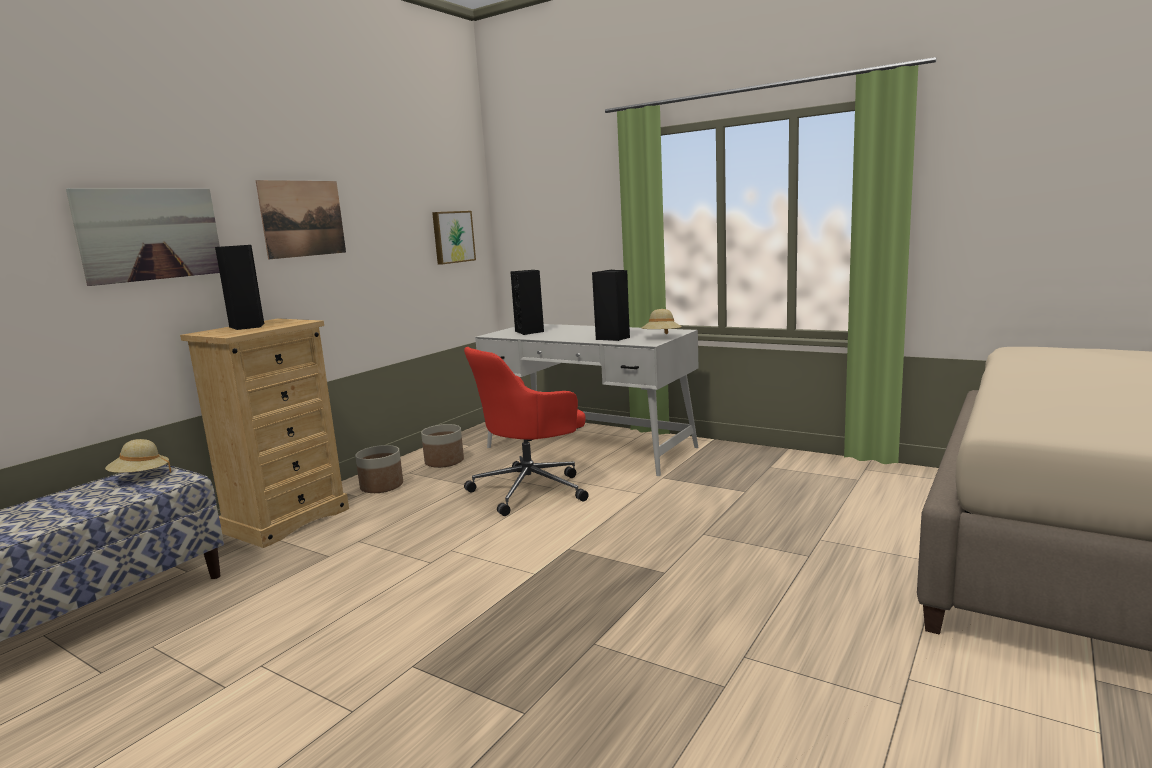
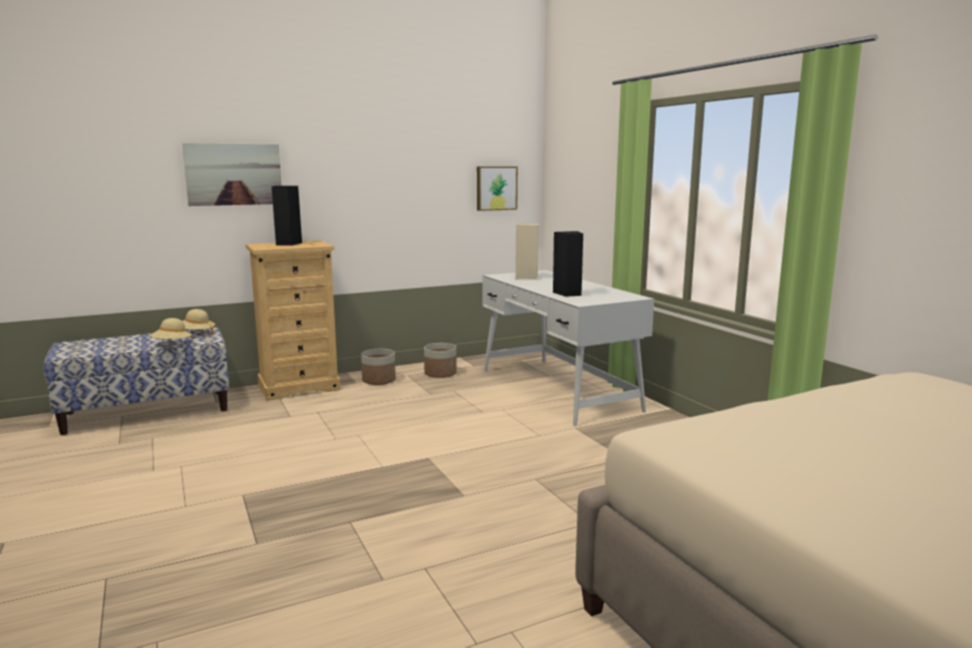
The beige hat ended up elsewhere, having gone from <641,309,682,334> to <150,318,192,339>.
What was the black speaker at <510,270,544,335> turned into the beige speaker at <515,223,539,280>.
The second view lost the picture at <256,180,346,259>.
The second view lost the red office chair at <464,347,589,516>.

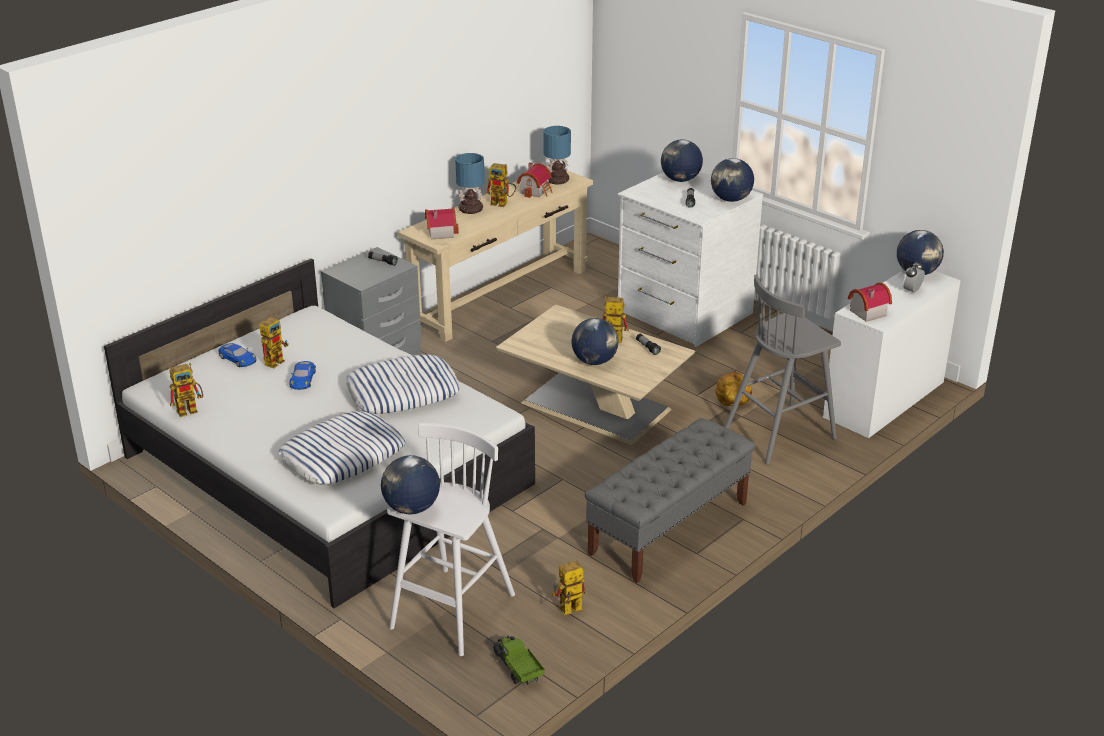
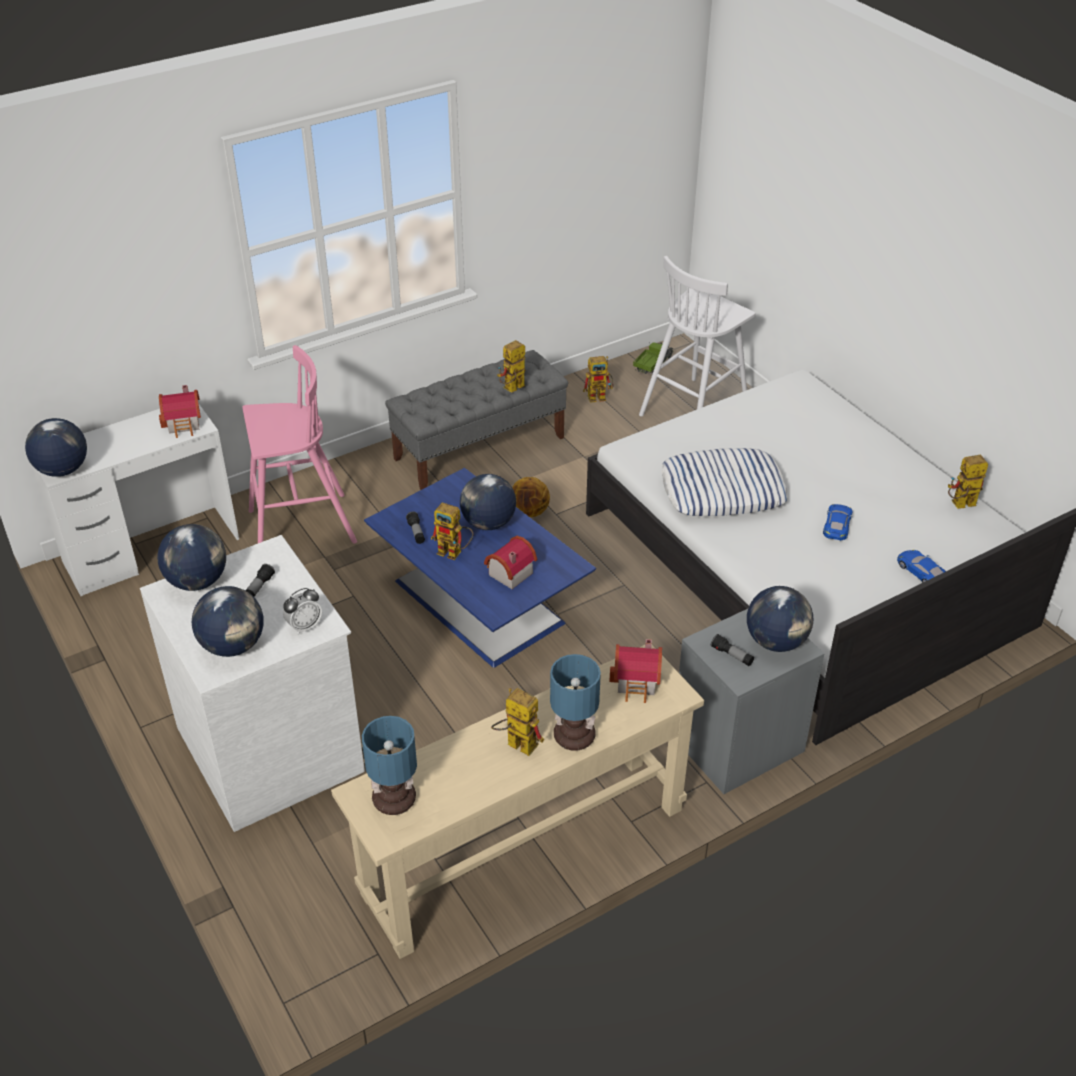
What was the grey stool at <724,274,841,464> turned into the pink stool at <242,345,357,544>.
The alarm clock ended up elsewhere, having gone from <903,260,925,293> to <283,588,322,634>.
What was the beige coffee table at <496,305,696,445> turned into the blue coffee table at <364,468,596,668>.
The toy house ended up elsewhere, having gone from <517,162,552,198> to <484,536,537,589>.
The toy robot ended up elsewhere, having gone from <259,315,289,368> to <497,340,525,393>.
The basketball ended up elsewhere, having gone from <715,372,752,406> to <512,477,550,517>.
The toy truck at <493,636,545,686> ended up facing another way, 135 degrees counterclockwise from before.
The globe ended up elsewhere, having gone from <381,455,440,514> to <747,586,813,652>.
The second view lost the pillow at <279,411,405,485>.

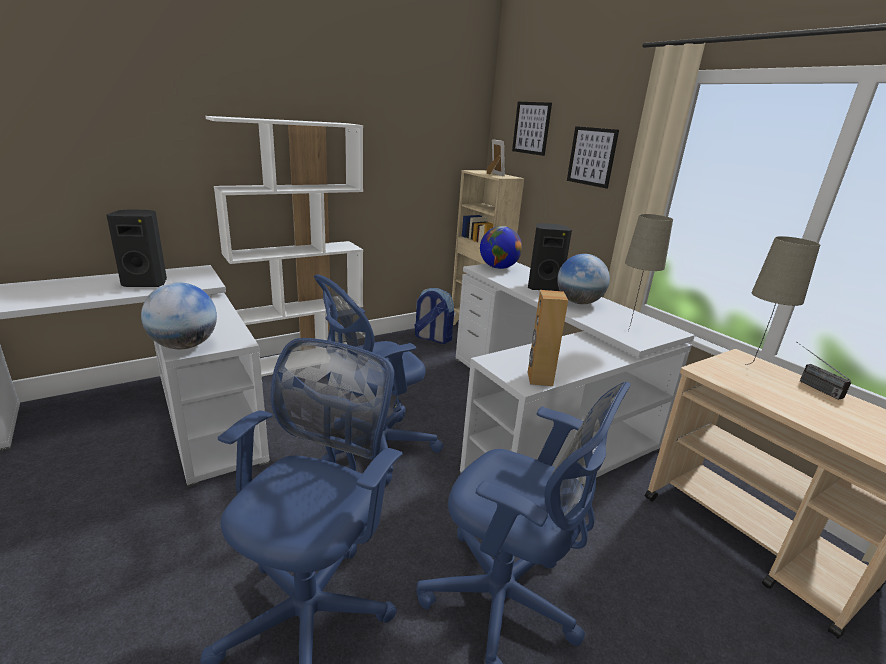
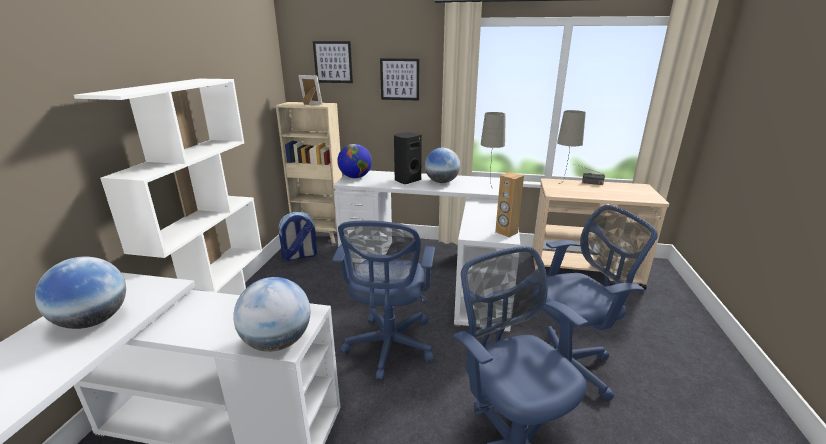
Where the black speaker stood at <106,209,167,287>, the globe came to stand at <35,257,126,329>.

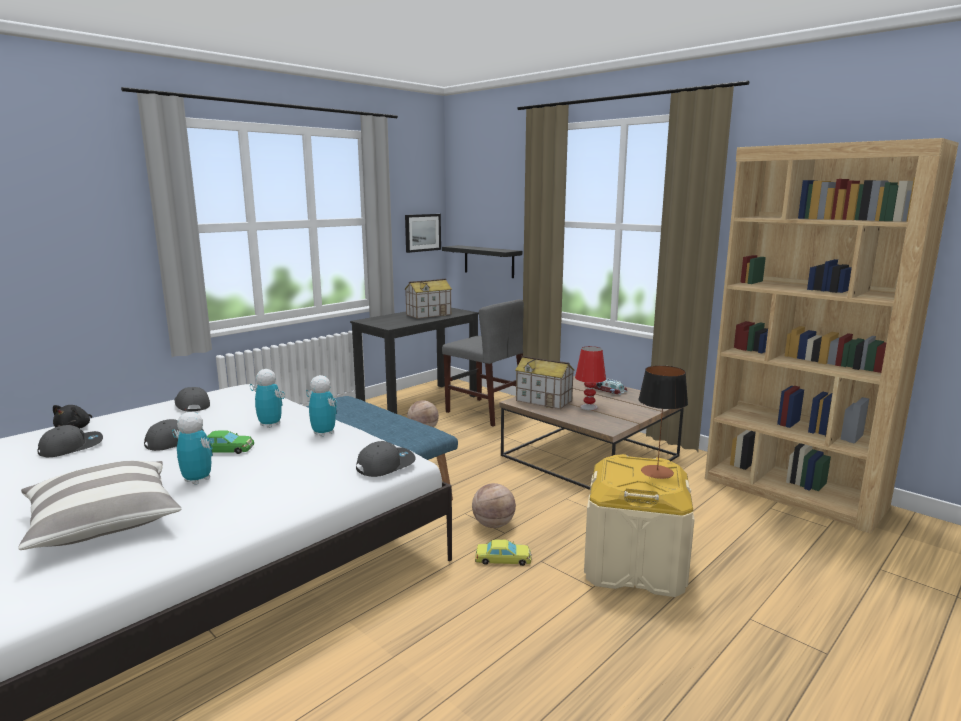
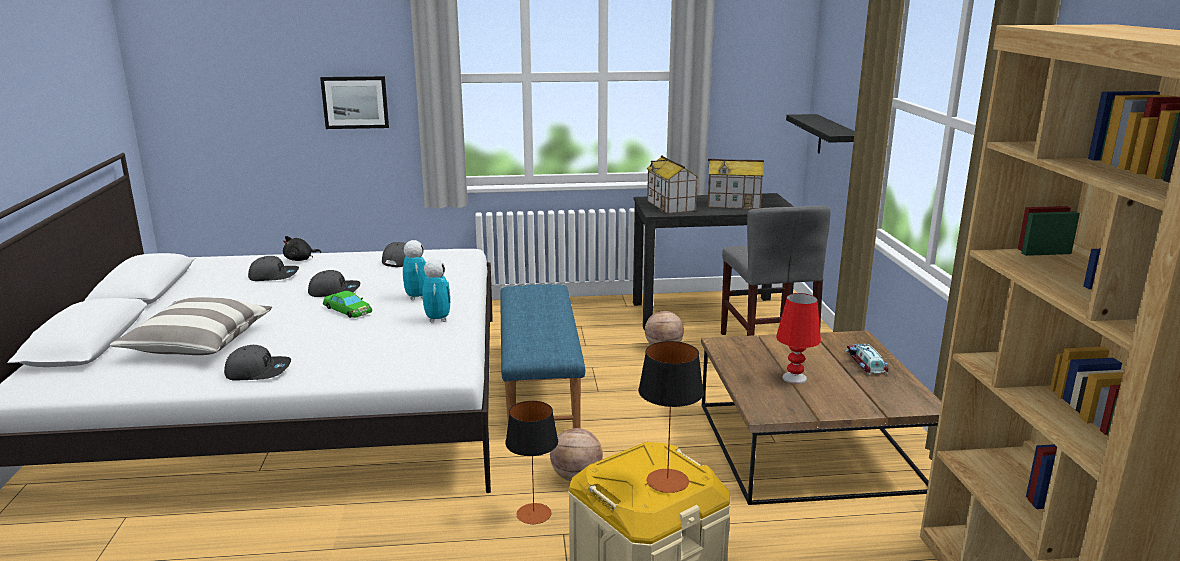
The grey cap ended up elsewhere, having gone from <356,441,416,477> to <224,345,291,381>.
The picture ended up elsewhere, having gone from <405,214,441,253> to <320,76,389,129>.
Where the yellow toy car stood at <475,539,532,566>, the table lamp came to stand at <505,401,558,525>.
The toy house ended up elsewhere, having gone from <515,356,574,409> to <647,155,699,214>.
The second view lost the toy robot at <172,412,213,485>.

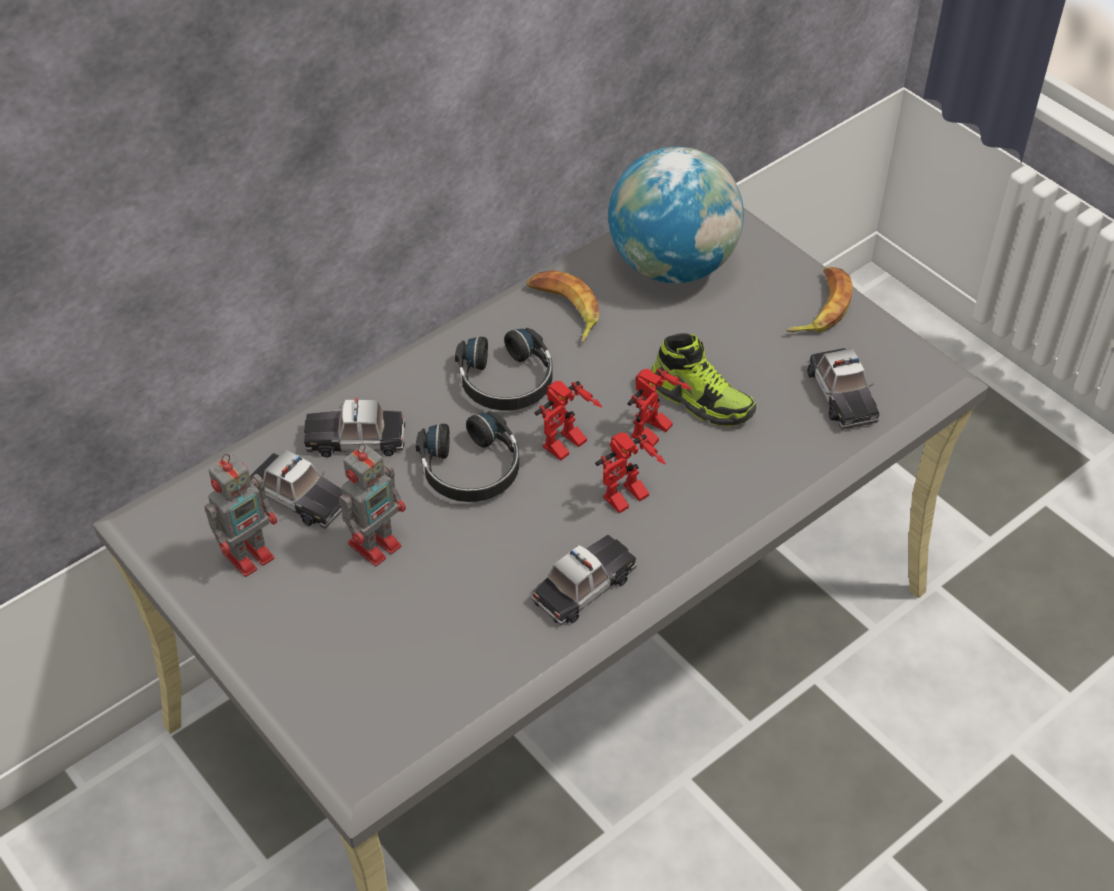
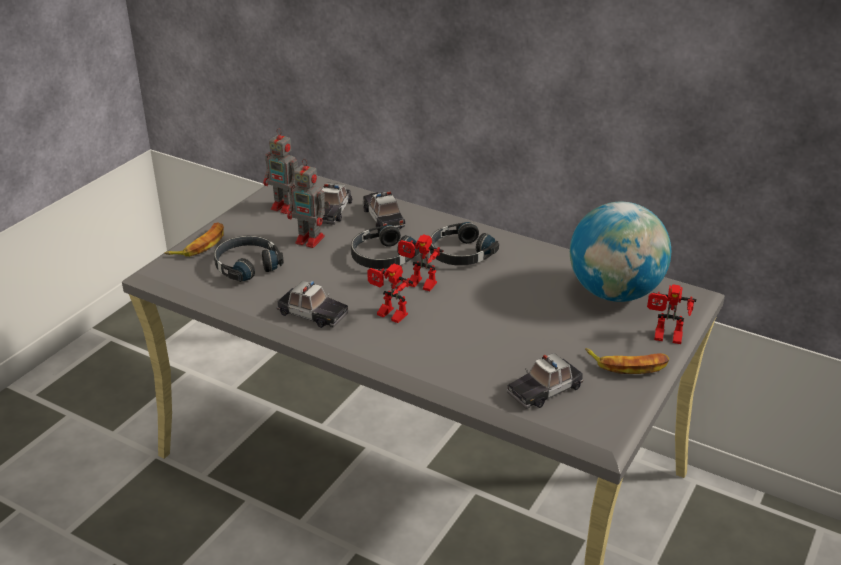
The banana ended up elsewhere, having gone from <526,270,599,343> to <165,223,224,257>.
The second view gained the black headphones at <214,236,284,282>.
The toy robot ended up elsewhere, having gone from <628,367,692,447> to <647,284,696,344>.
The second view lost the shoe at <651,333,756,427>.

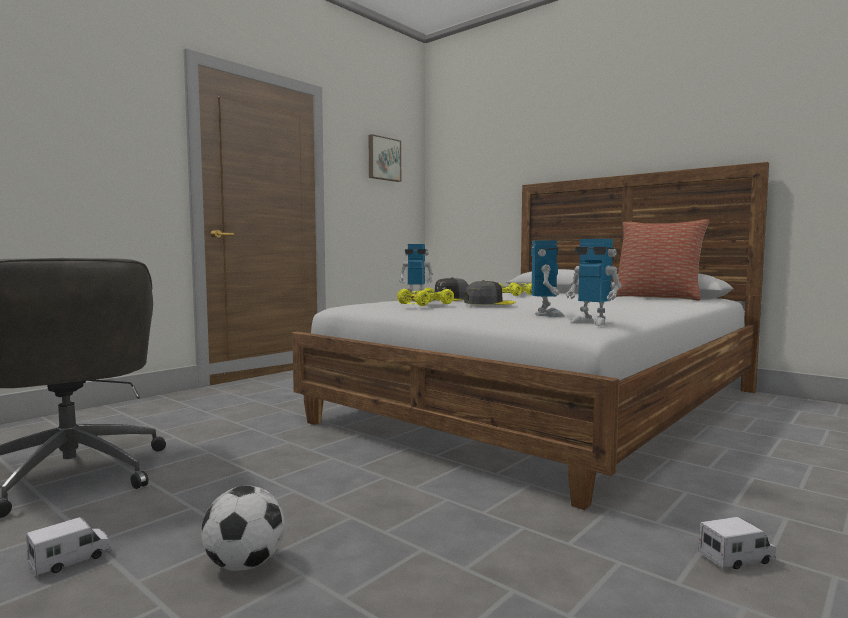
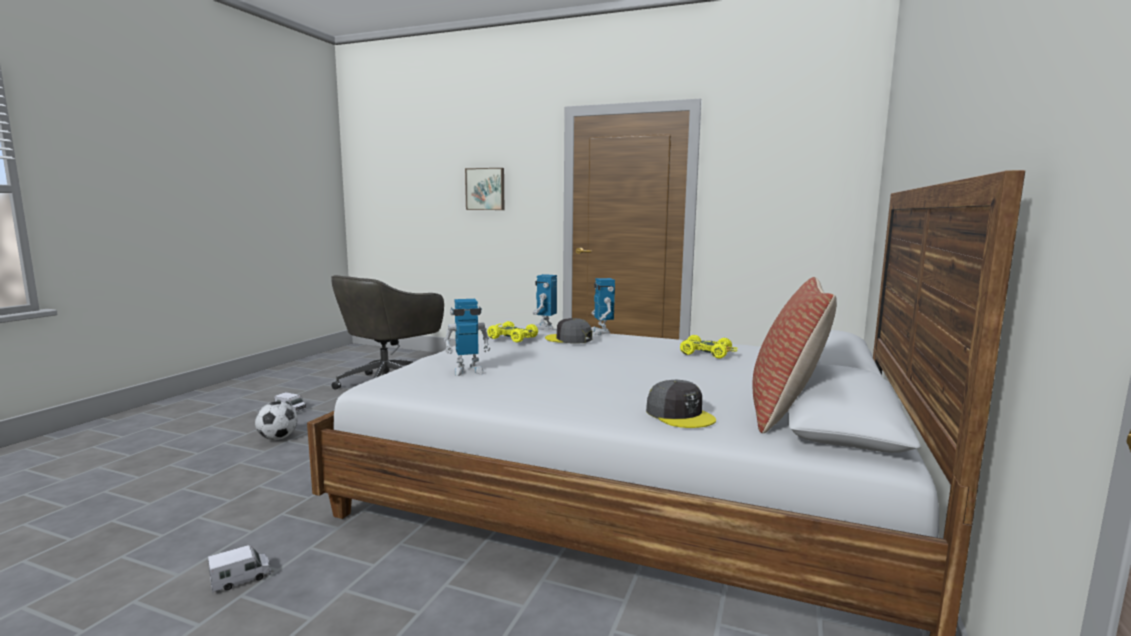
The toy truck at <698,517,776,570> ended up facing another way, 90 degrees counterclockwise from before.
The picture ended up elsewhere, having gone from <368,134,401,182> to <465,168,504,210>.
The toy robot ended up elsewhere, having gone from <566,239,621,326> to <533,274,557,329>.
The grey cap ended up elsewhere, having gone from <464,280,515,305> to <646,380,716,428>.

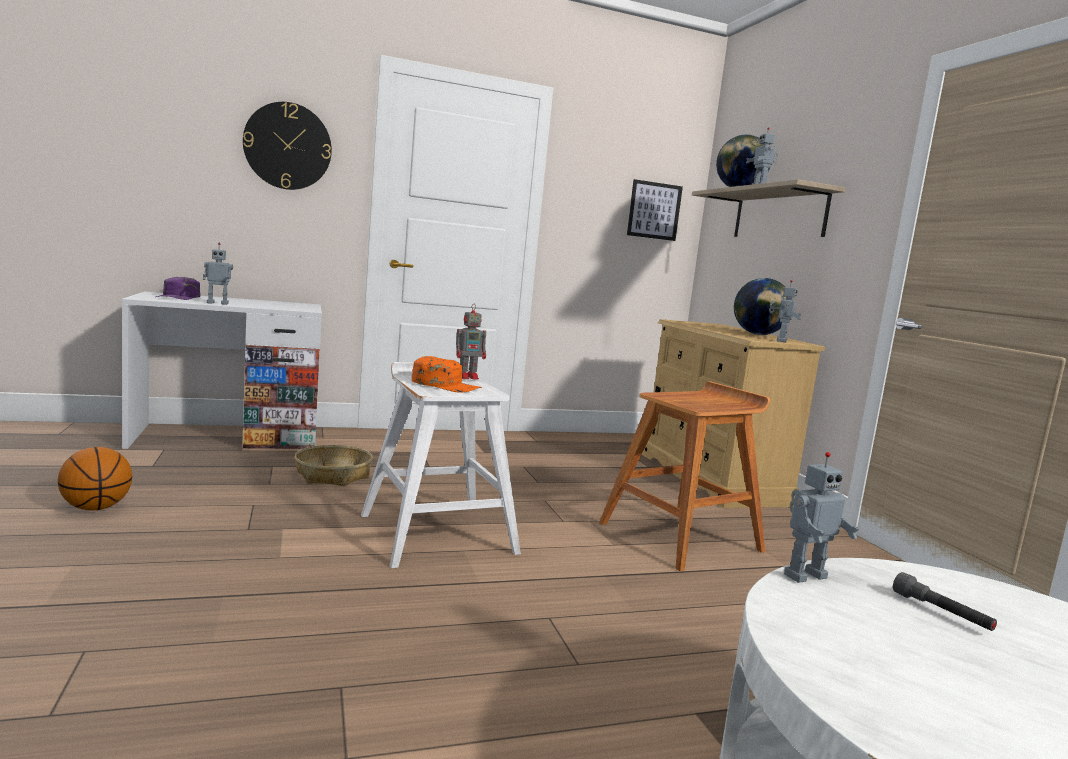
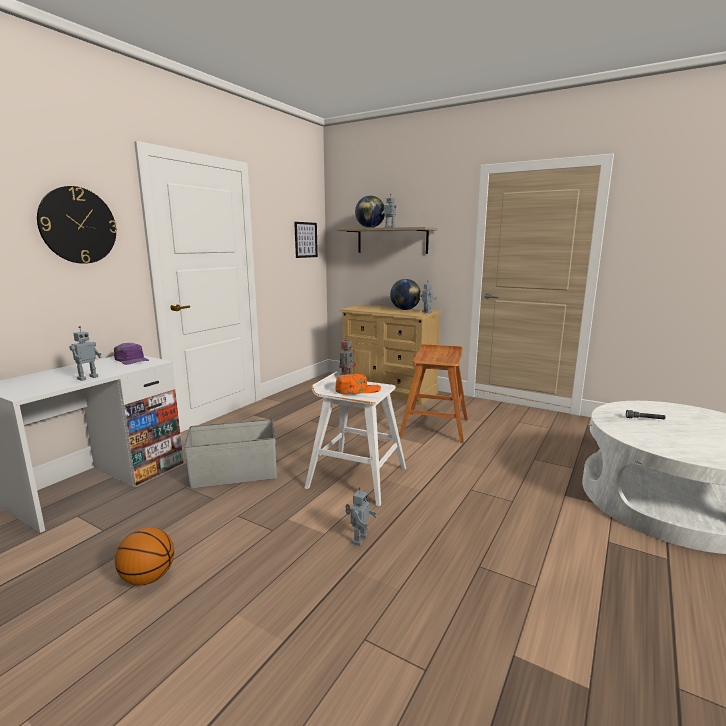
The purple cap ended up elsewhere, having gone from <156,277,200,300> to <114,343,149,365>.
Where the basket stood at <295,445,373,486>, the grey storage box came to stand at <184,419,277,489>.
The toy robot ended up elsewhere, having gone from <784,452,859,583> to <345,487,377,546>.

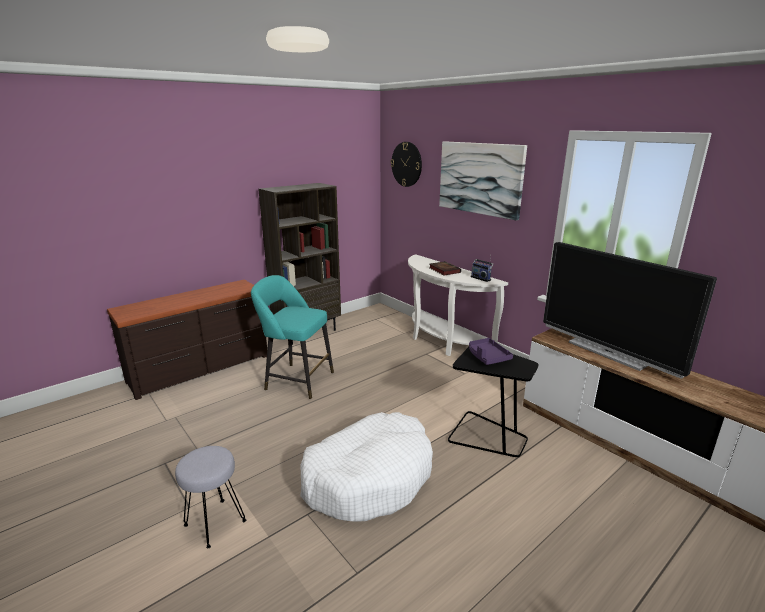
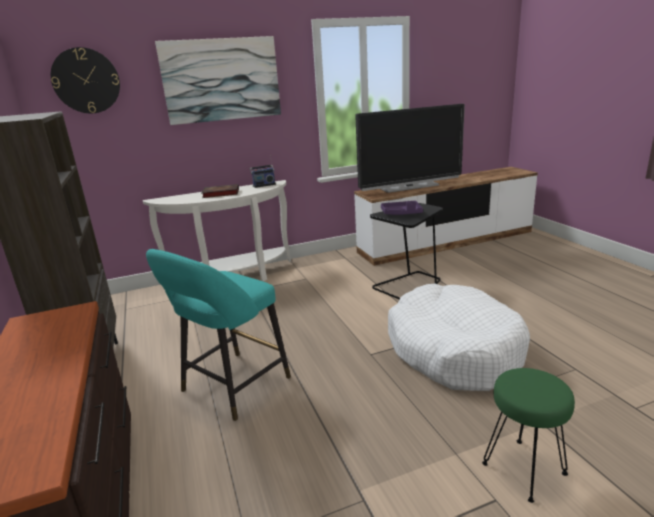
What was the grey stool at <175,446,246,549> turned into the green stool at <482,368,575,503>.

